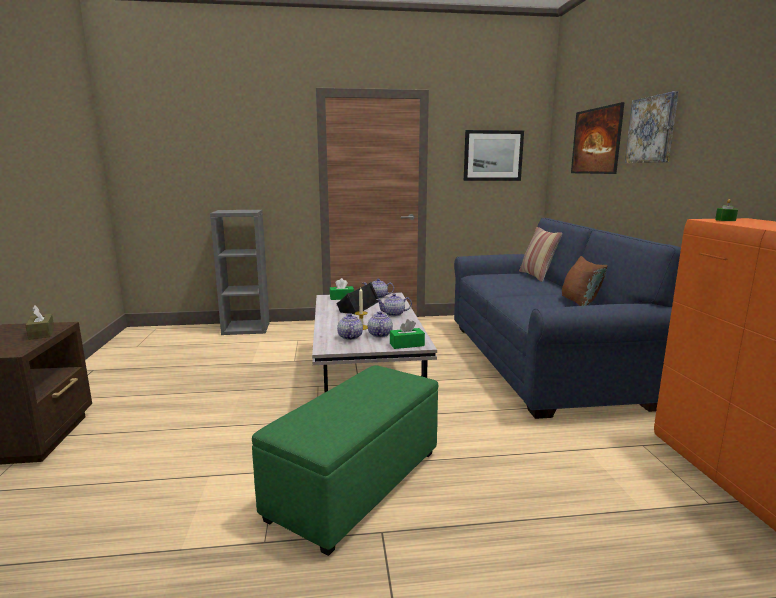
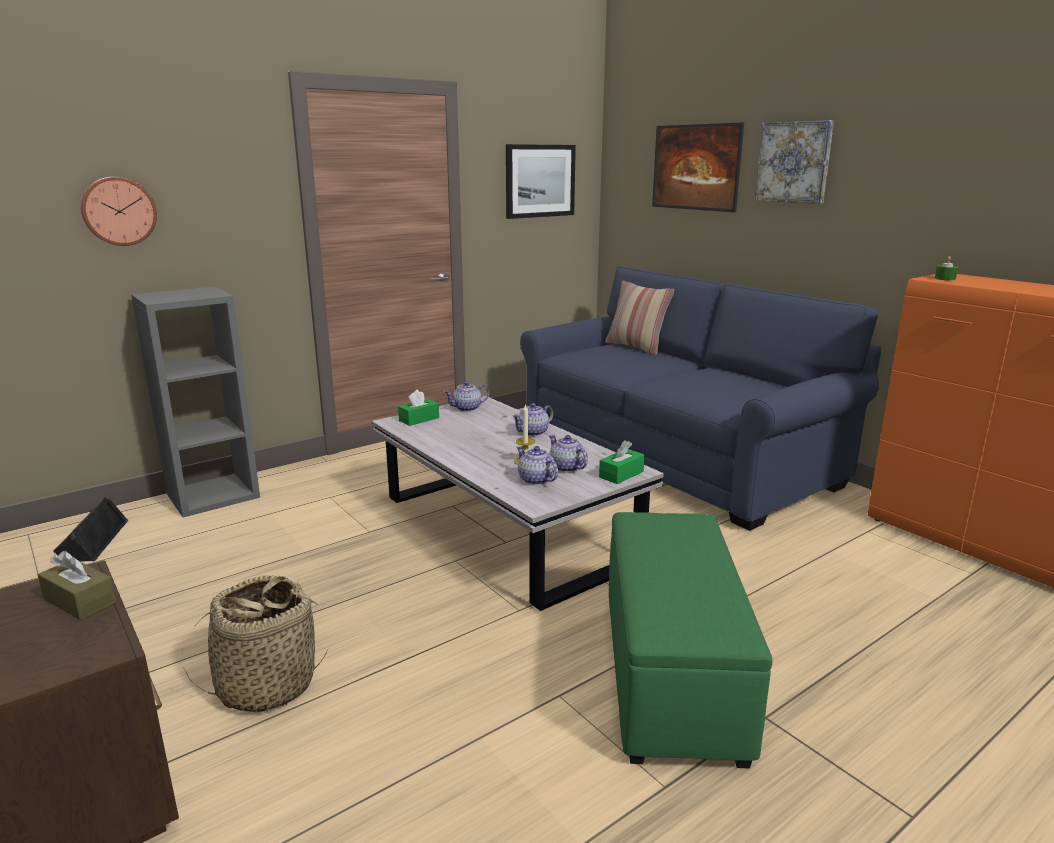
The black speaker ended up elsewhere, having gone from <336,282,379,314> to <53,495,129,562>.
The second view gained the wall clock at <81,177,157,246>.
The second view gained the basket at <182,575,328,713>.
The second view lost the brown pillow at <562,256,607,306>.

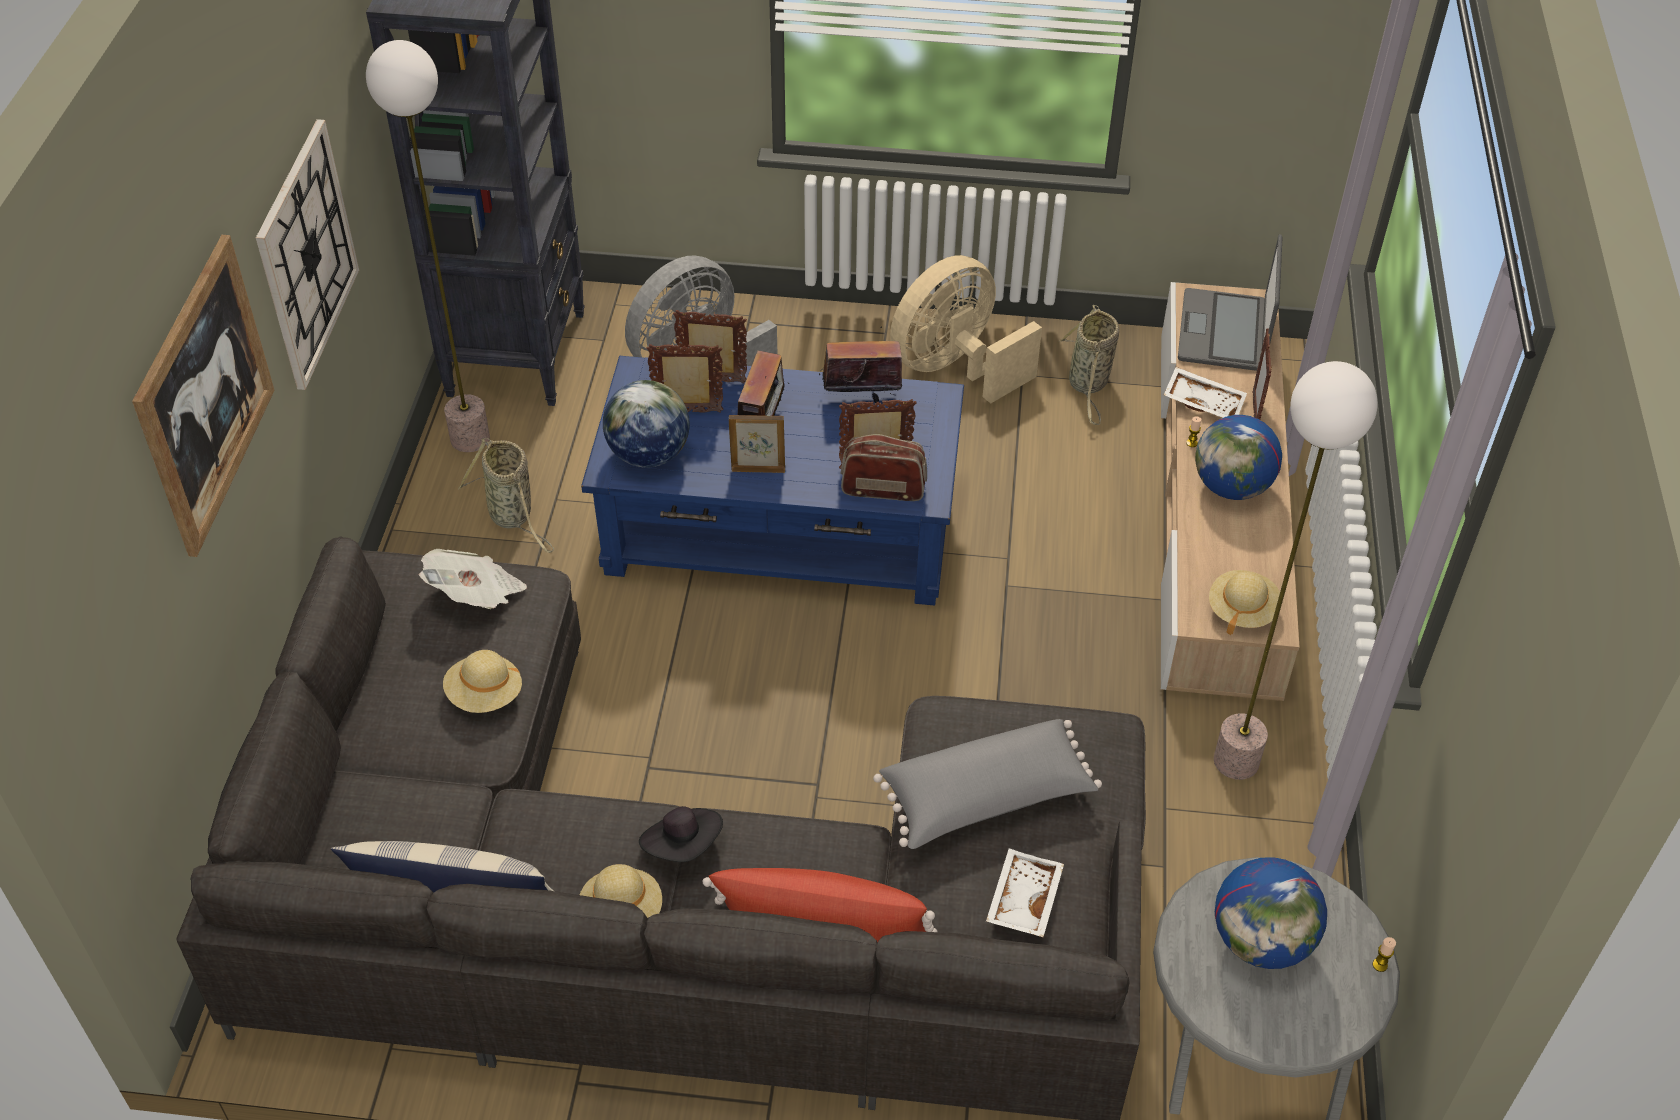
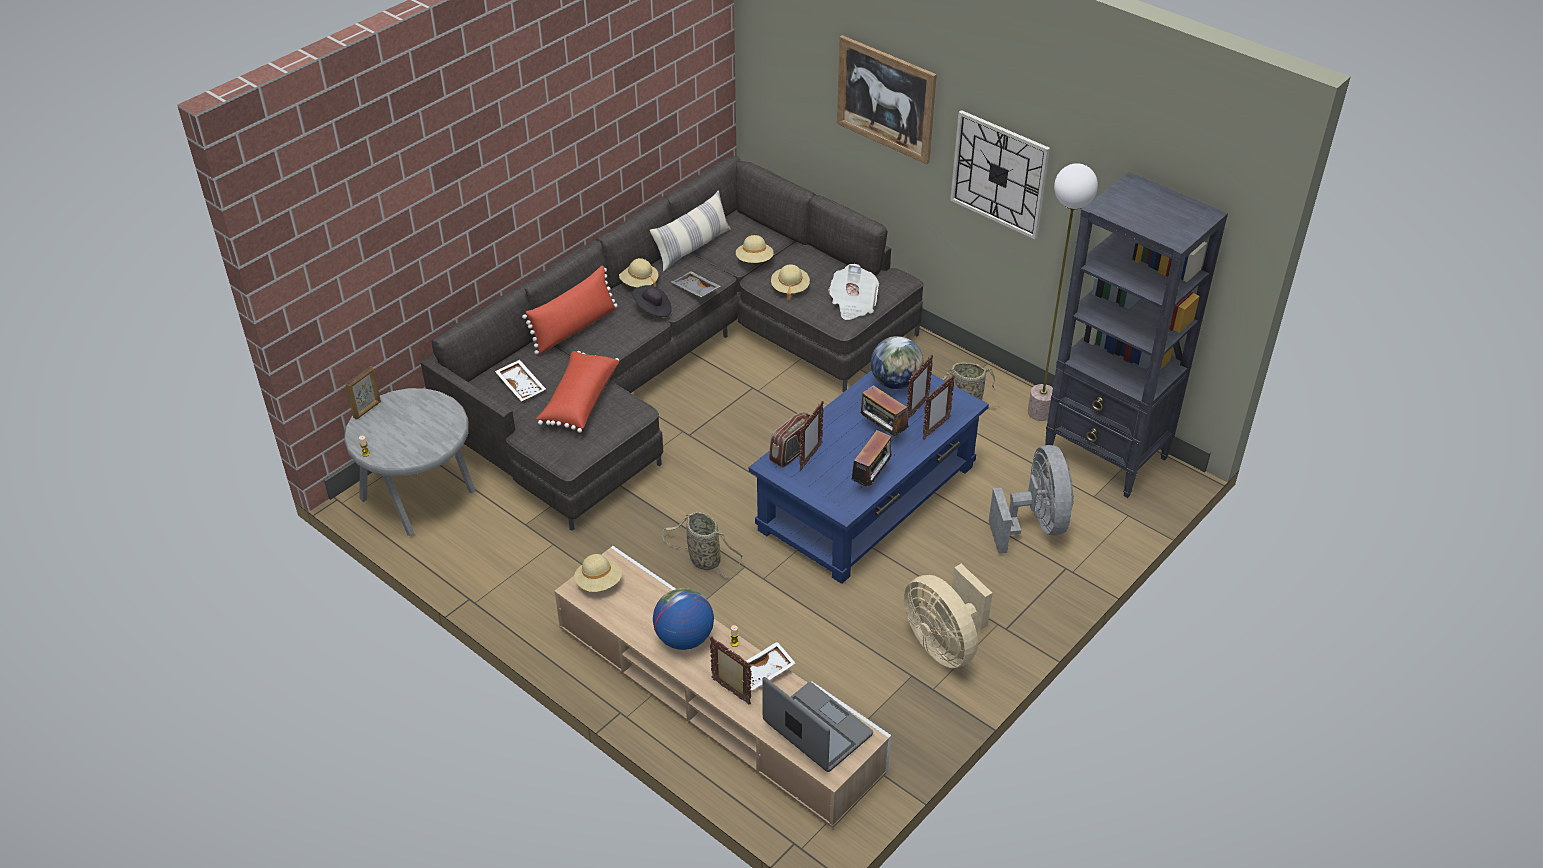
The picture frame ended up elsewhere, having gone from <729,415,785,473> to <346,366,381,420>.
What was the grey pillow at <873,719,1102,849> turned into the red pillow at <536,351,619,433>.
The basket ended up elsewhere, having gone from <1058,305,1119,425> to <662,511,743,577>.
The second view gained the grey tray at <671,271,721,297>.
The second view gained the beige hat at <736,235,774,263>.
The beige fan at <890,255,1042,403> ended up facing another way, 150 degrees clockwise from before.
The second view lost the floor lamp at <1214,361,1378,780>.
The second view lost the globe at <1215,857,1327,969>.

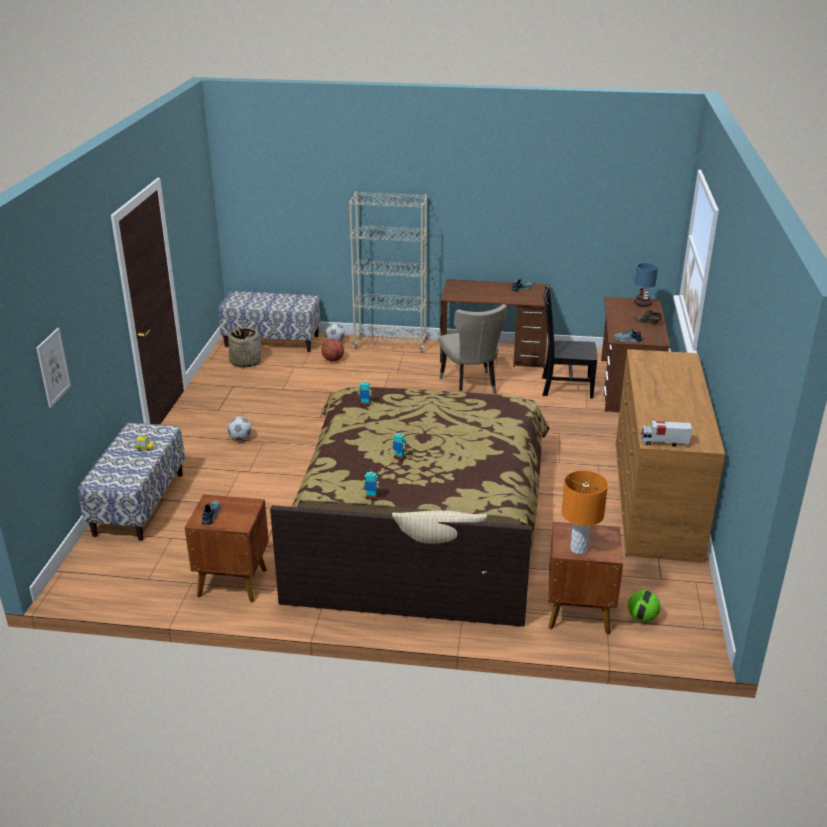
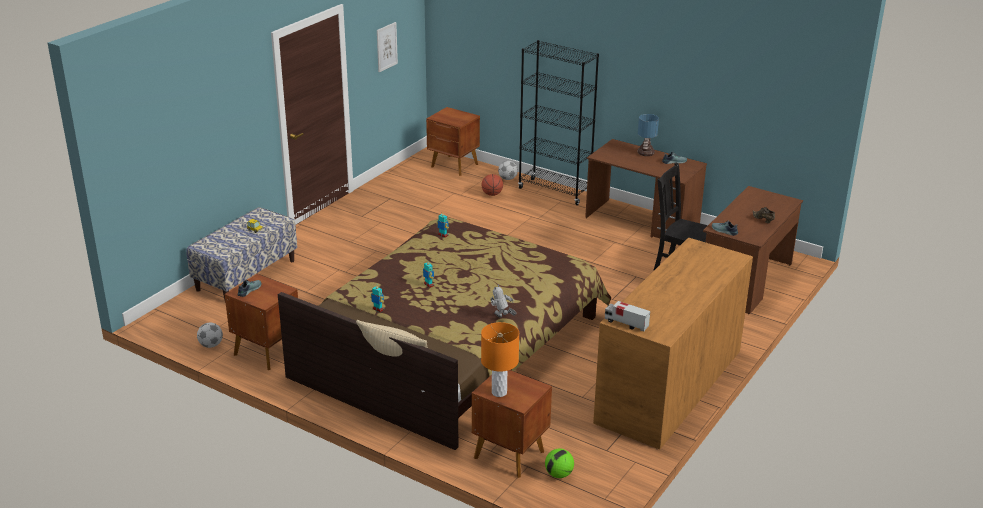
The football ended up elsewhere, having gone from <228,417,252,441> to <197,323,223,348>.
The picture ended up elsewhere, having gone from <36,328,71,408> to <377,22,398,72>.
Where the bench stood at <218,291,320,352>, the brown nightstand came to stand at <426,107,480,176>.
The second view gained the toy robot at <491,284,517,317>.
What was the beige bookcase at <349,191,427,353> turned into the black bookcase at <518,40,599,205>.
The table lamp ended up elsewhere, having gone from <634,263,658,307> to <638,114,659,156>.
The second view lost the basket at <228,326,261,368>.
The second view lost the beige chair at <439,304,507,394>.

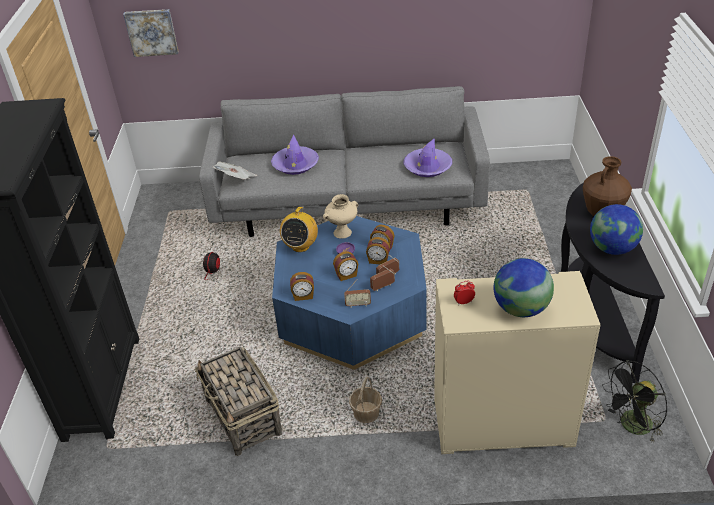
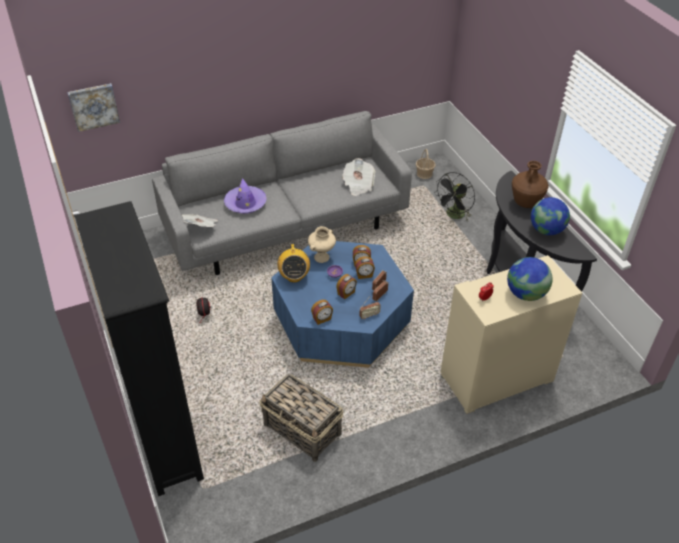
Where the purple hat stood at <403,138,452,177>, the newspaper came to stand at <342,158,376,196>.
The basket ended up elsewhere, having gone from <349,377,382,423> to <416,149,435,179>.
The black fan ended up elsewhere, having gone from <602,360,667,443> to <434,172,475,221>.

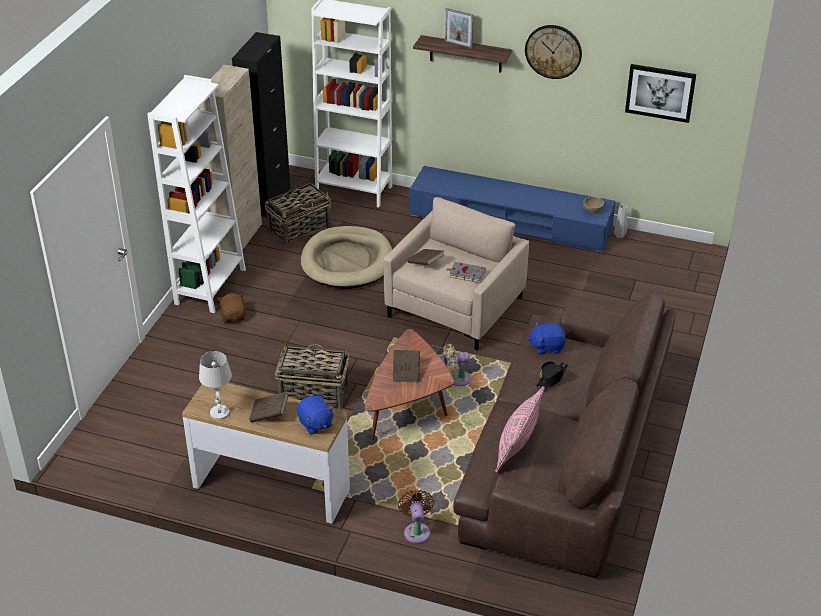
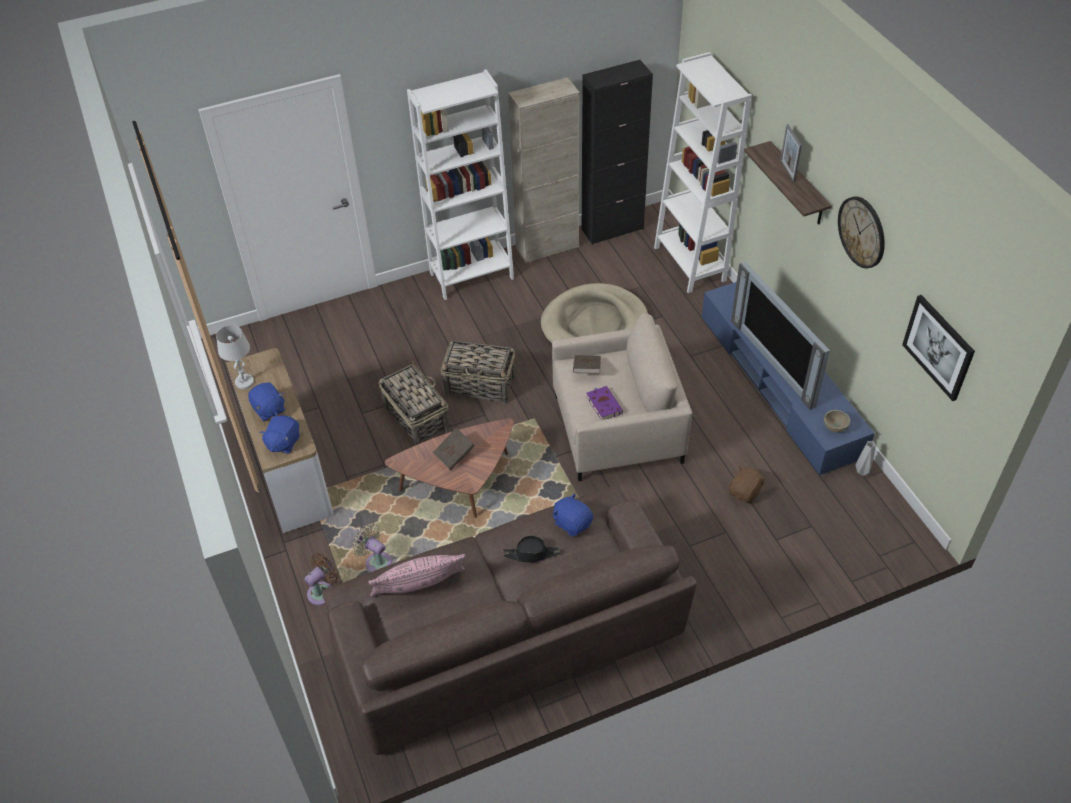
Where the brown book stood at <249,392,288,423>, the blue plush toy came to stand at <248,382,285,421>.
The beige fan ended up elsewhere, having gone from <443,344,471,386> to <352,524,392,572>.
The basket ended up elsewhere, having gone from <265,183,331,246> to <441,341,515,404>.
What was the grey book at <447,262,486,283> turned into the purple book at <586,386,623,420>.
The brown plush toy ended up elsewhere, having gone from <218,293,246,323> to <729,465,766,504>.
The second view gained the television at <731,262,830,410>.

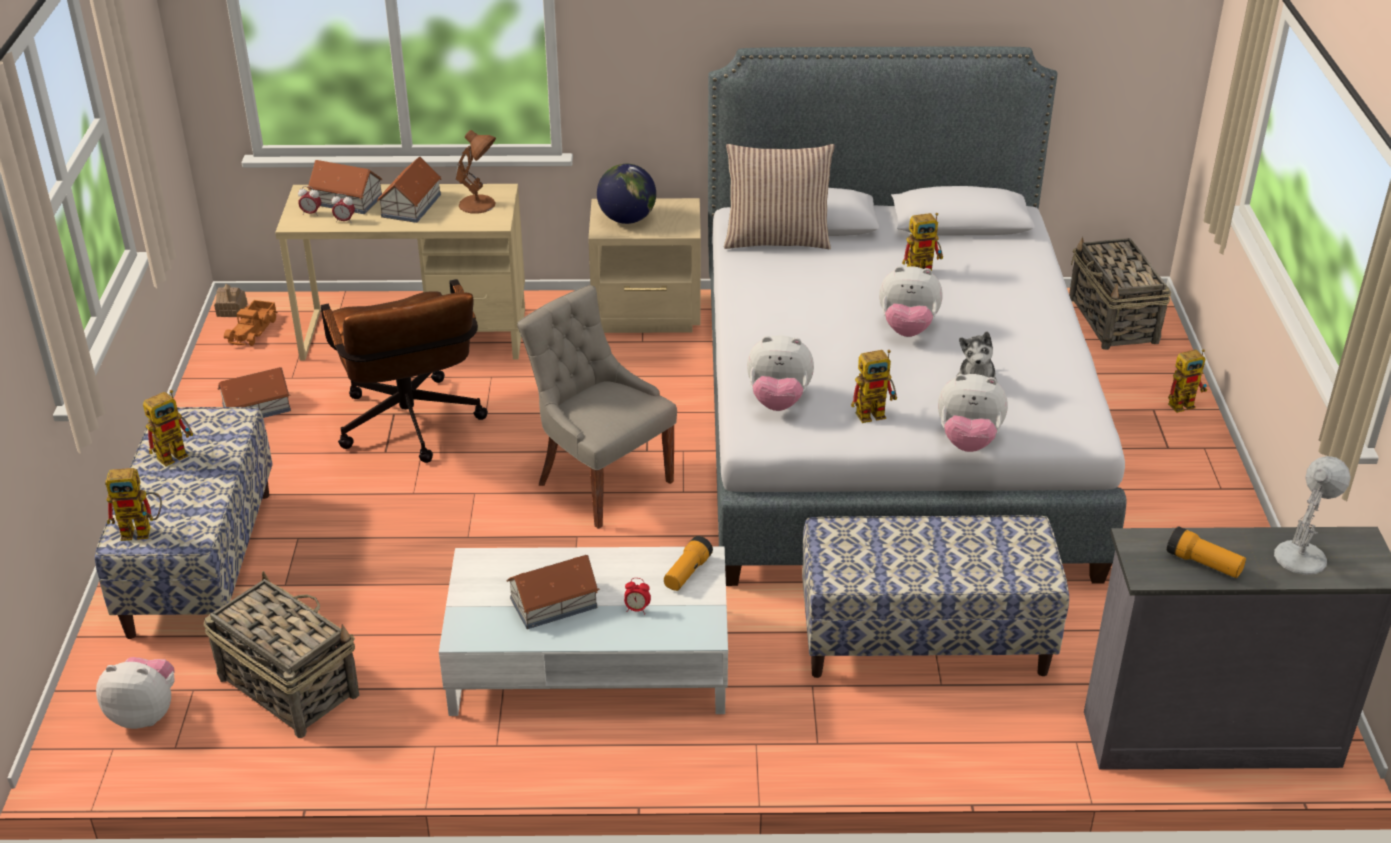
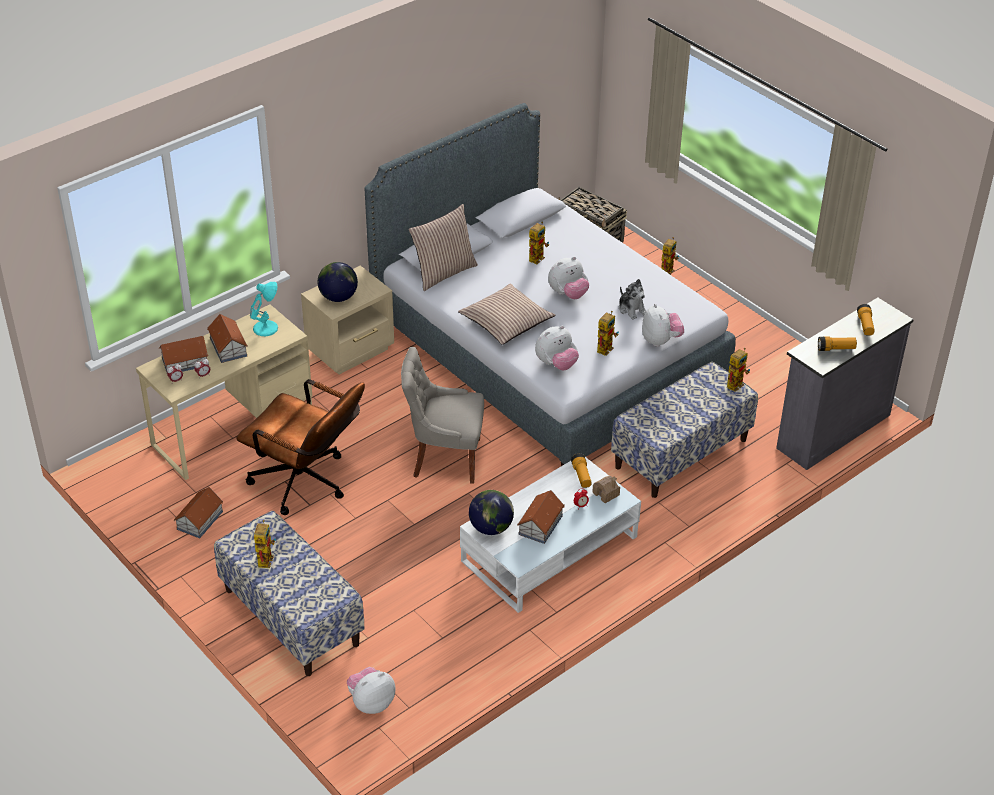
What was the brown table lamp at <456,130,496,214> turned into the turquoise table lamp at <250,282,278,336>.
The second view gained the pillow at <458,284,555,345>.
The second view gained the globe at <469,490,514,535>.
The toy house ended up elsewhere, having gone from <214,284,248,317> to <592,476,620,503>.
The plush toy at <938,374,1008,452> ended up facing another way, 75 degrees counterclockwise from before.
The toy robot ended up elsewhere, having gone from <105,468,162,541> to <727,348,750,392>.
Where the white table lamp stood at <1274,456,1351,575>, the flashlight came to stand at <857,304,875,336>.
The second view lost the basket at <204,571,359,738>.
The second view lost the toy truck at <224,300,278,346>.

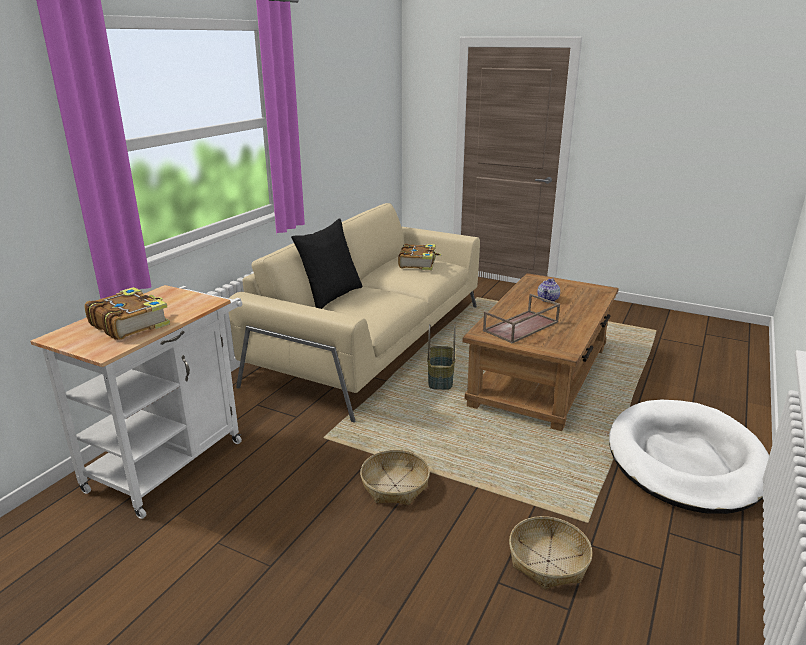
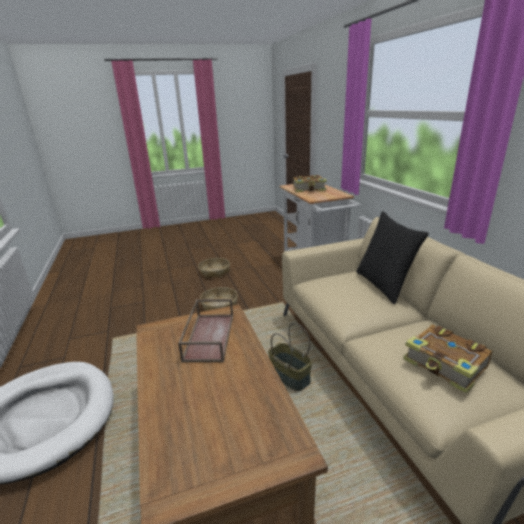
The basket ended up elsewhere, having gone from <509,516,593,589> to <198,258,230,278>.
The second view lost the teapot at <537,278,560,302>.

